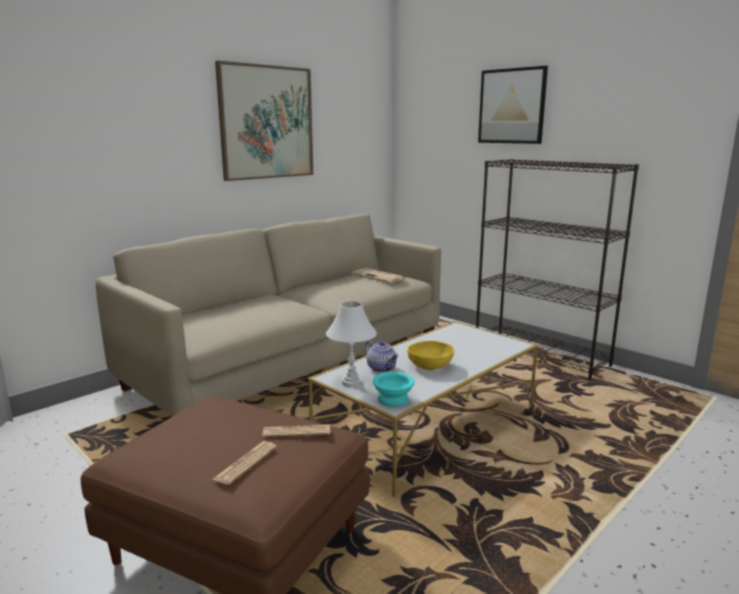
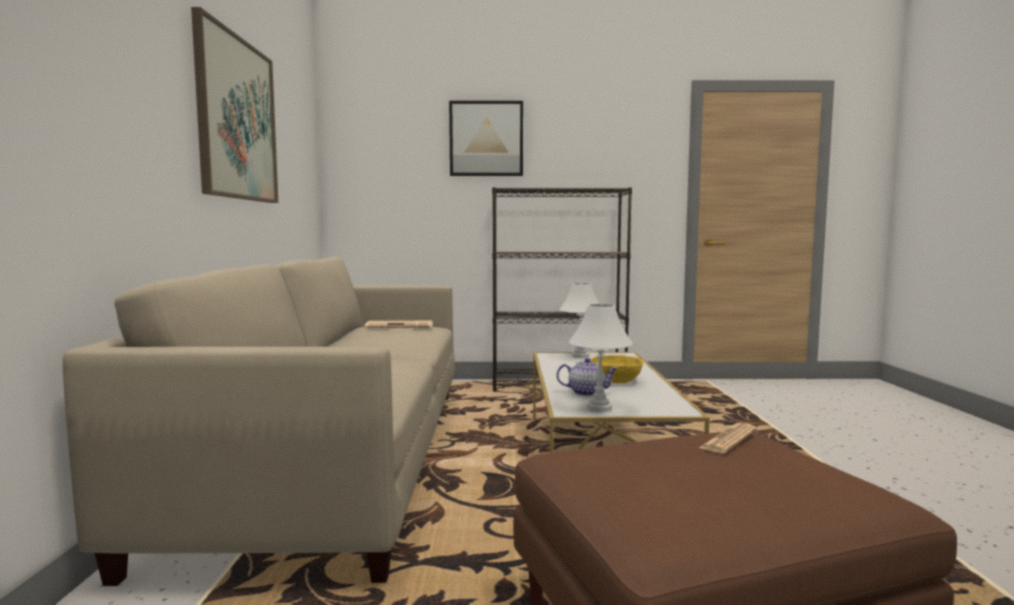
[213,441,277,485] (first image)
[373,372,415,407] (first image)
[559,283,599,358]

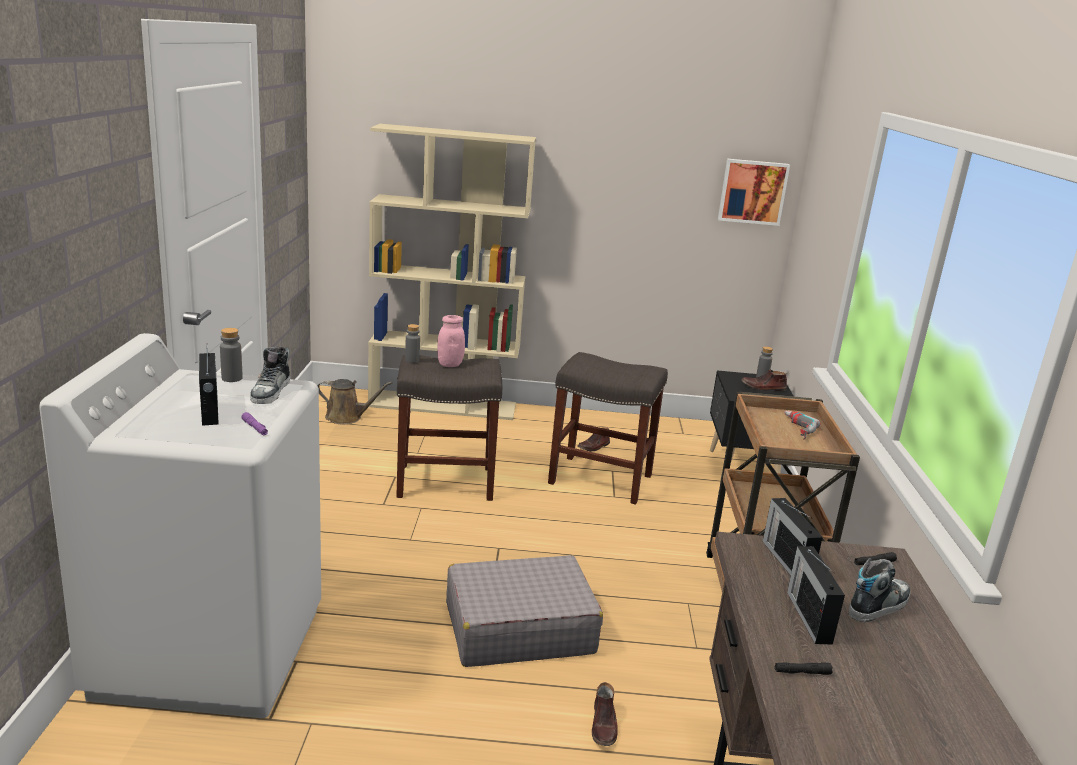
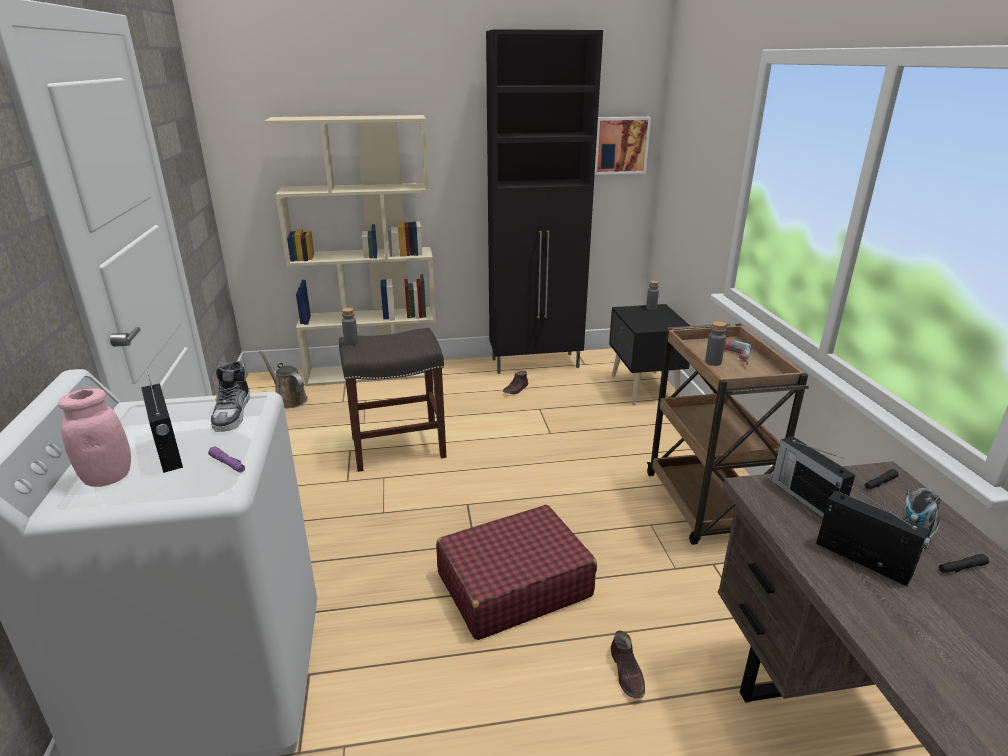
[548,352,668,504] (first image)
[741,369,787,391] (first image)
[486,29,603,374]
[705,321,726,366]
[58,388,131,487]
[938,554,989,573]
[436,505,597,640]
[259,351,307,408]
[816,485,931,586]

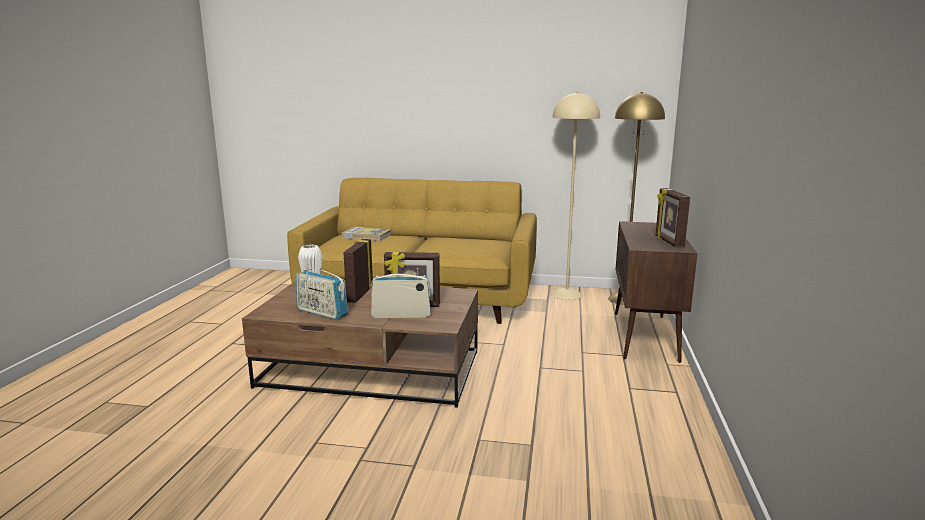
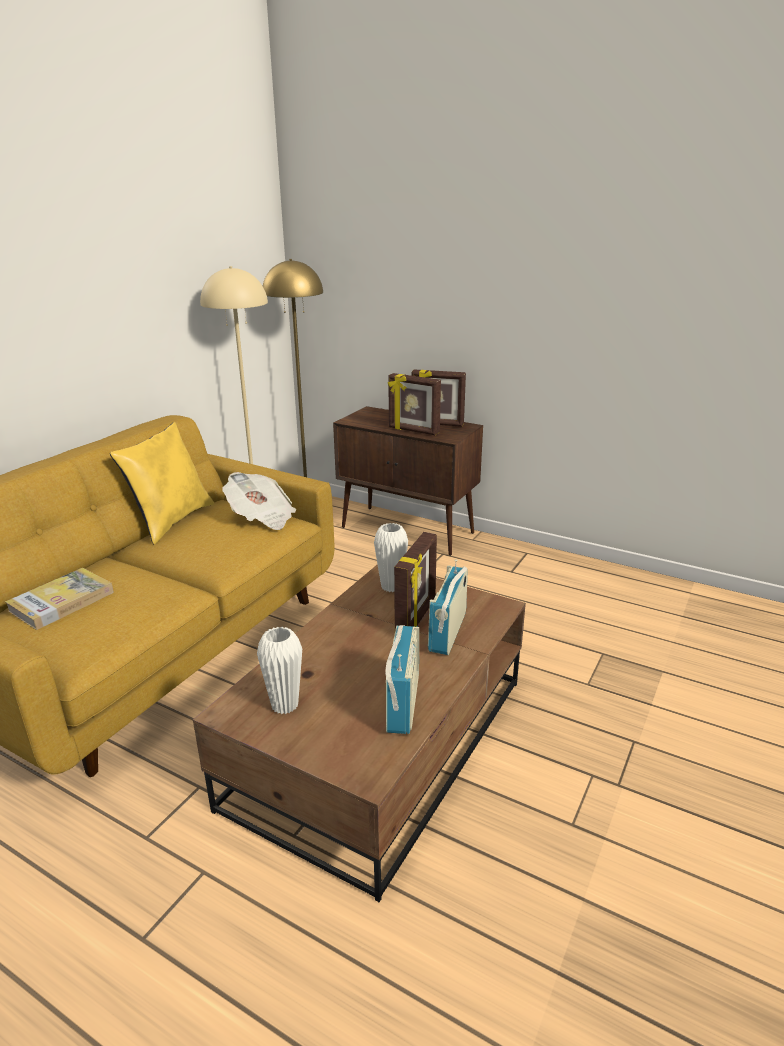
[110,422,214,544]
[222,472,296,530]
[374,523,408,592]
[388,373,441,435]
[385,625,419,734]

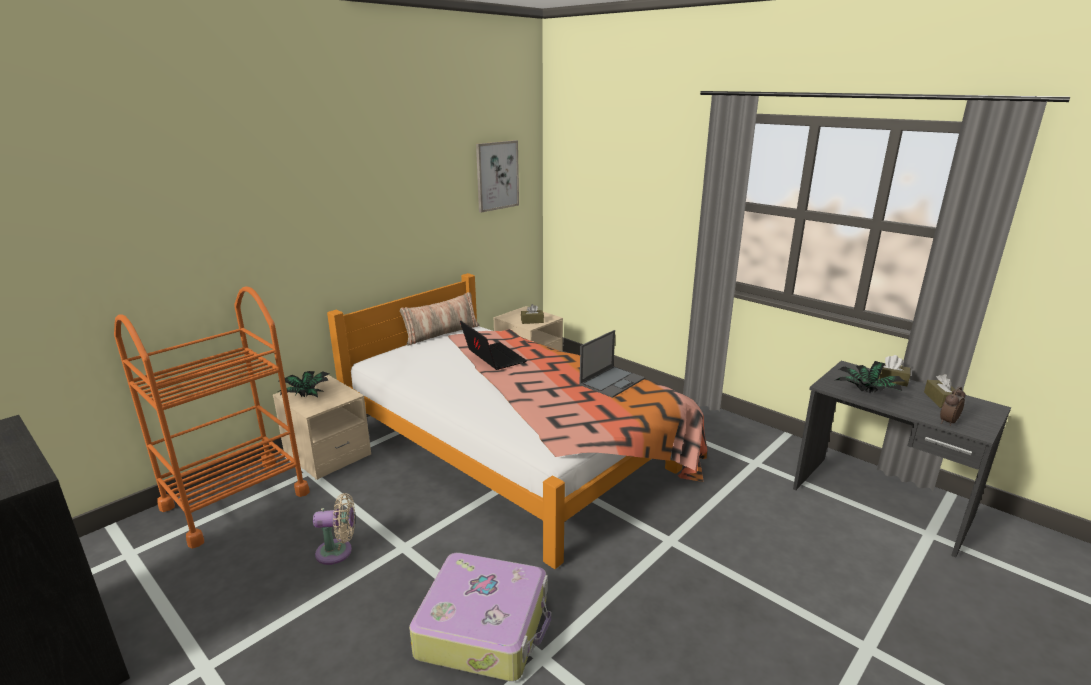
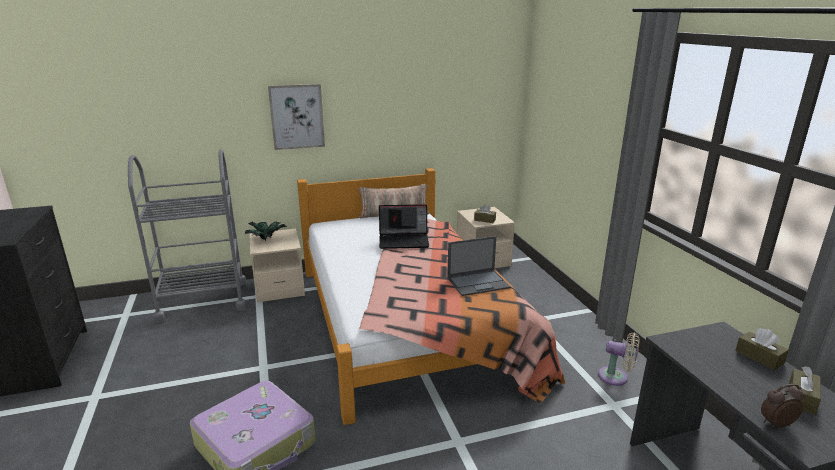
[836,361,904,393] (first image)
[598,333,639,386]
[268,84,325,150]
[128,149,247,323]
[379,204,429,249]

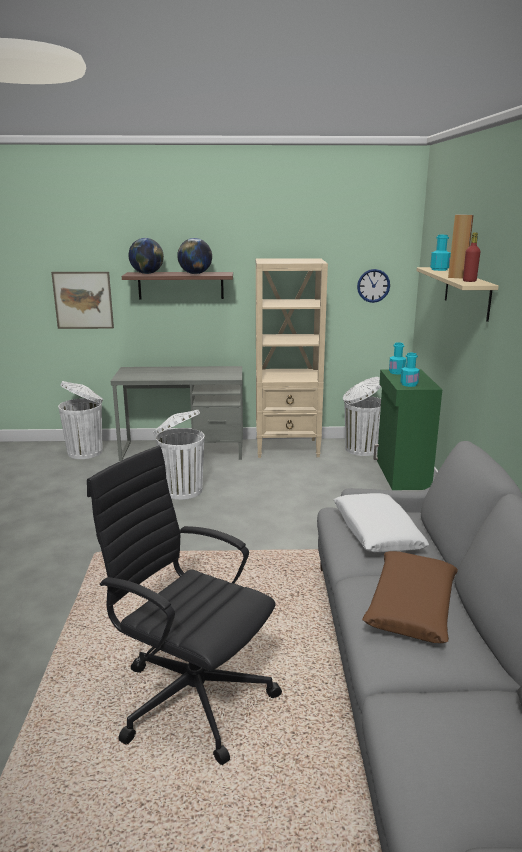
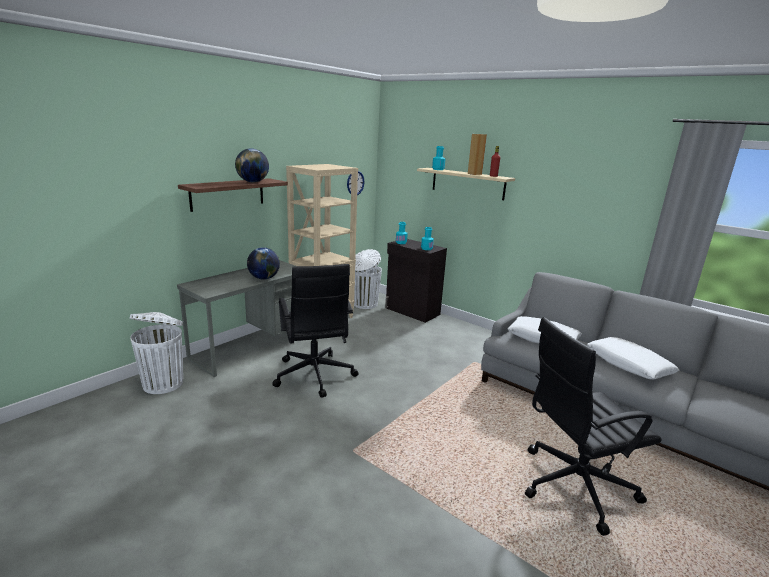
[51,272,114,329] (first image)
[247,247,280,280]
[272,264,359,398]
[587,337,679,380]
[385,239,447,323]

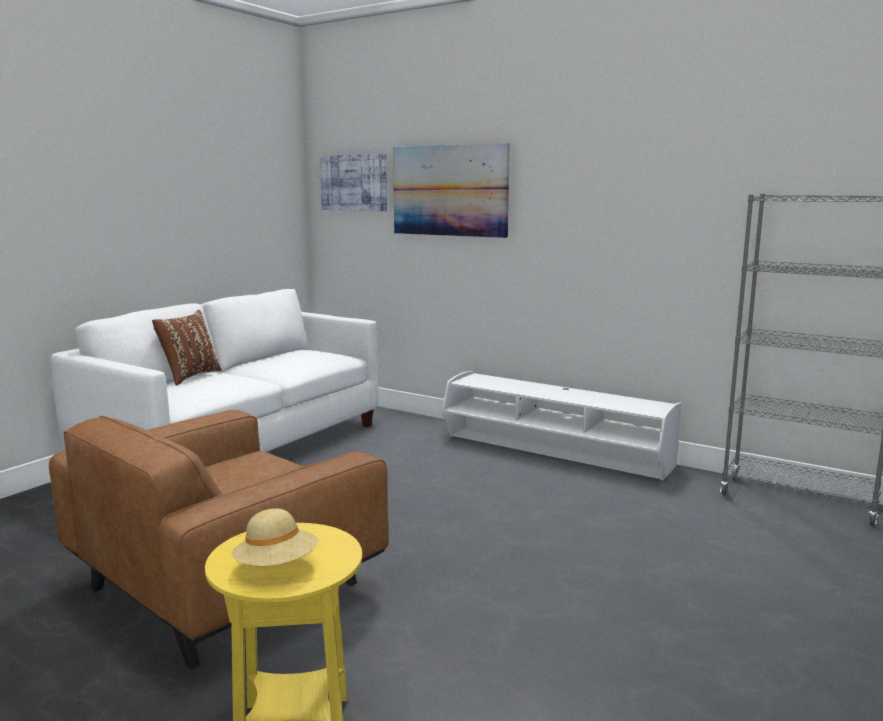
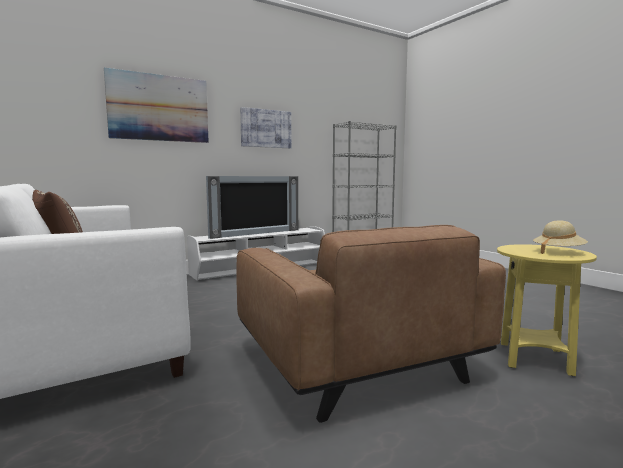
[206,176,298,239]
[240,107,291,148]

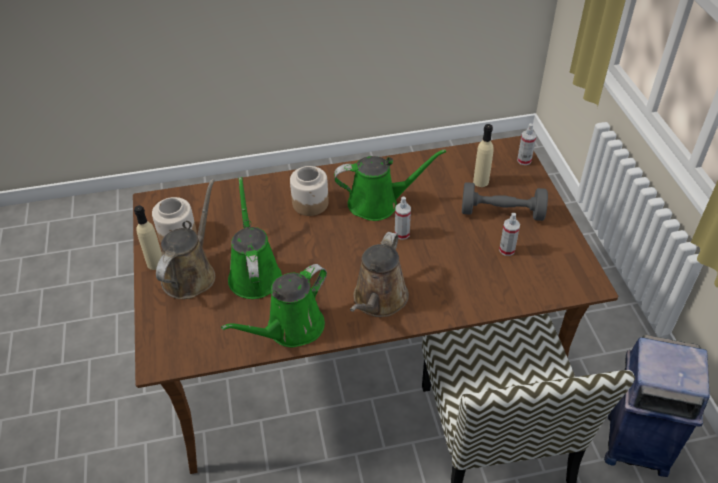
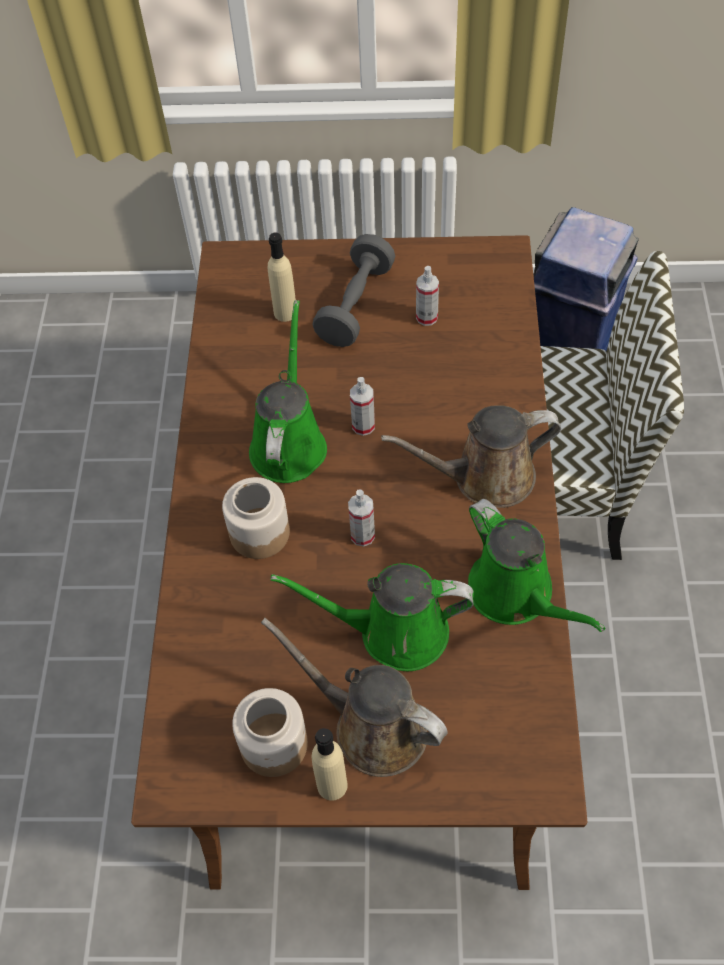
[348,489,375,547]
[381,405,561,508]

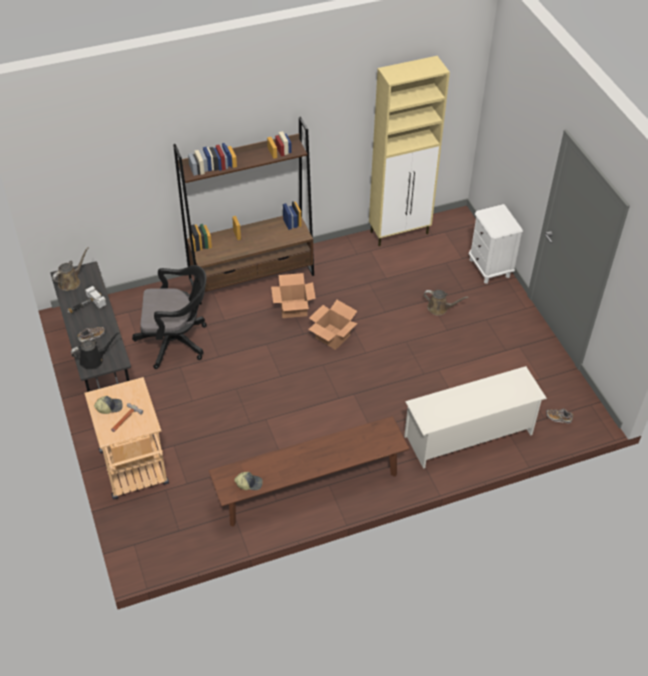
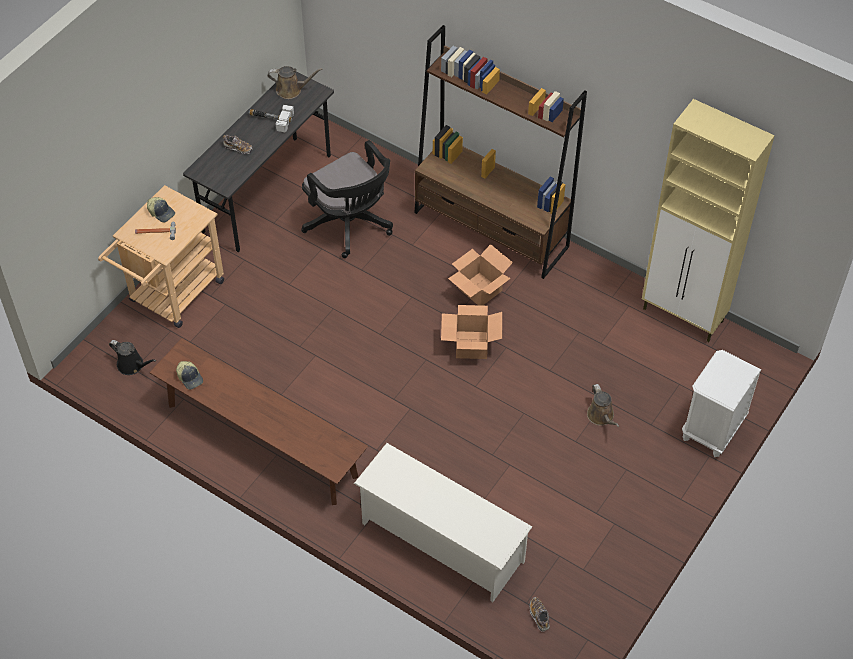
[109,340,157,375]

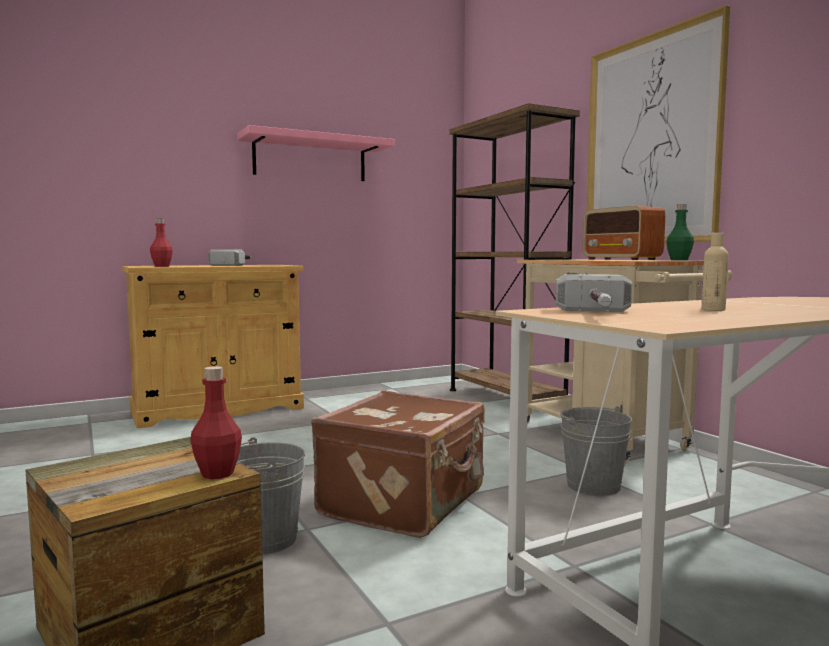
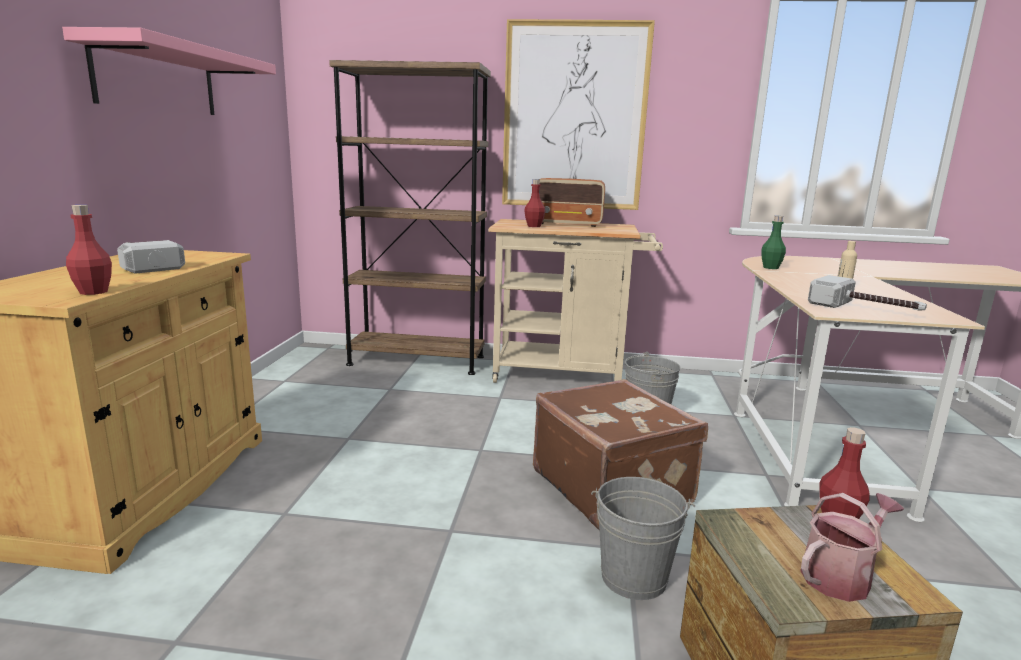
[524,179,545,227]
[800,493,904,602]
[761,216,786,269]

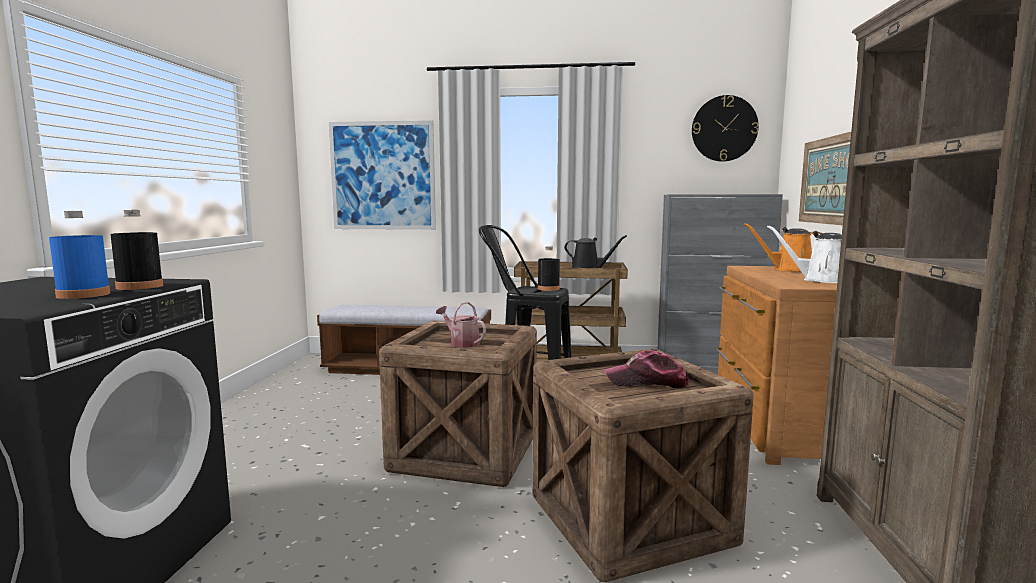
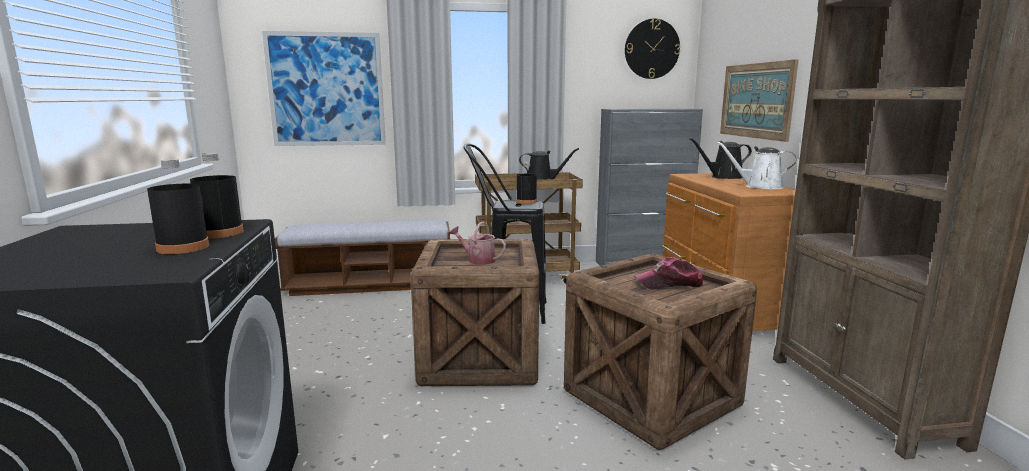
[147,159,209,254]
[689,138,752,179]

